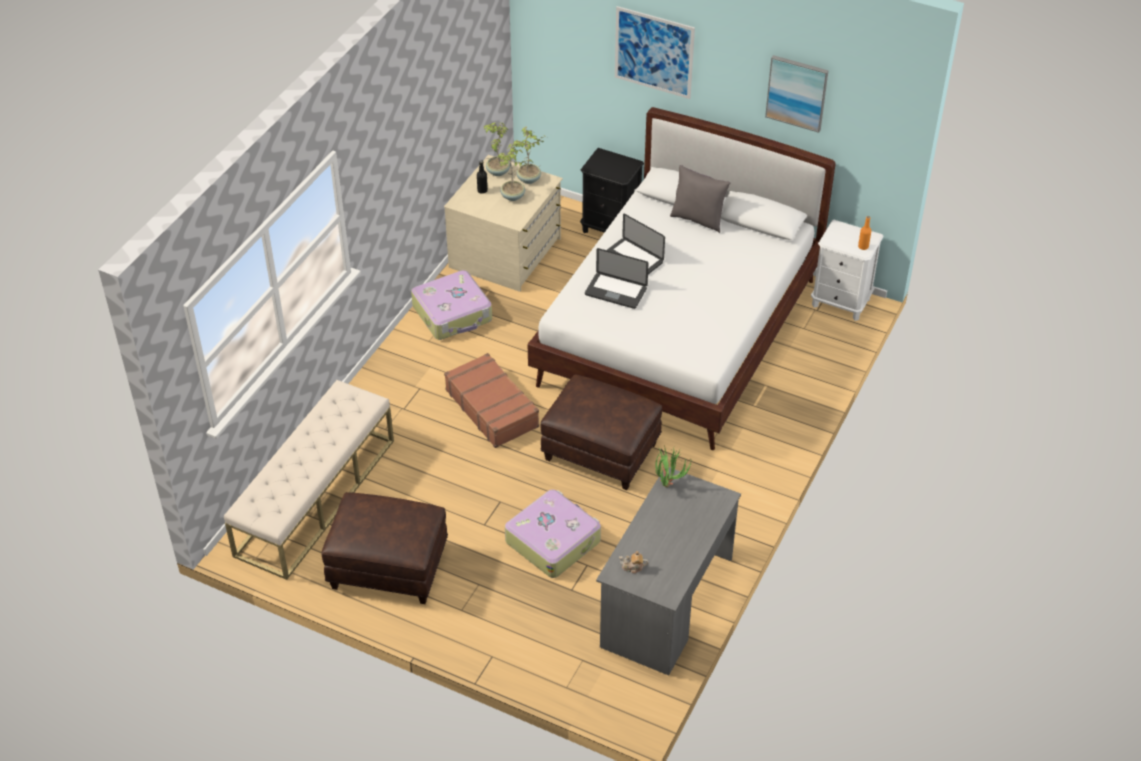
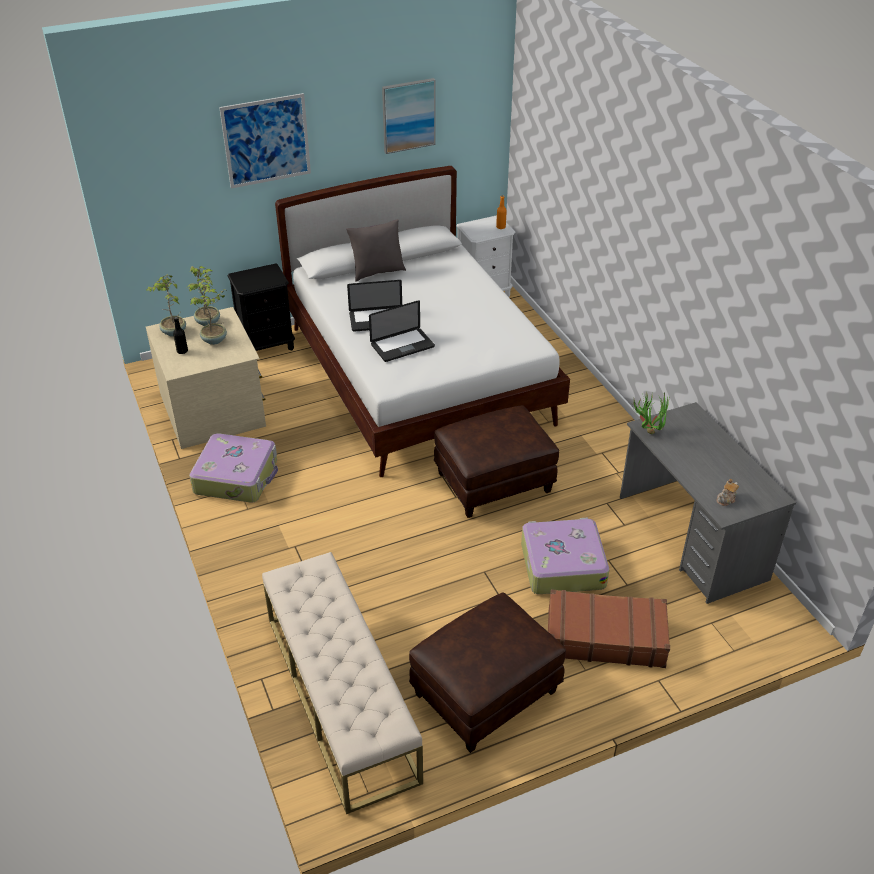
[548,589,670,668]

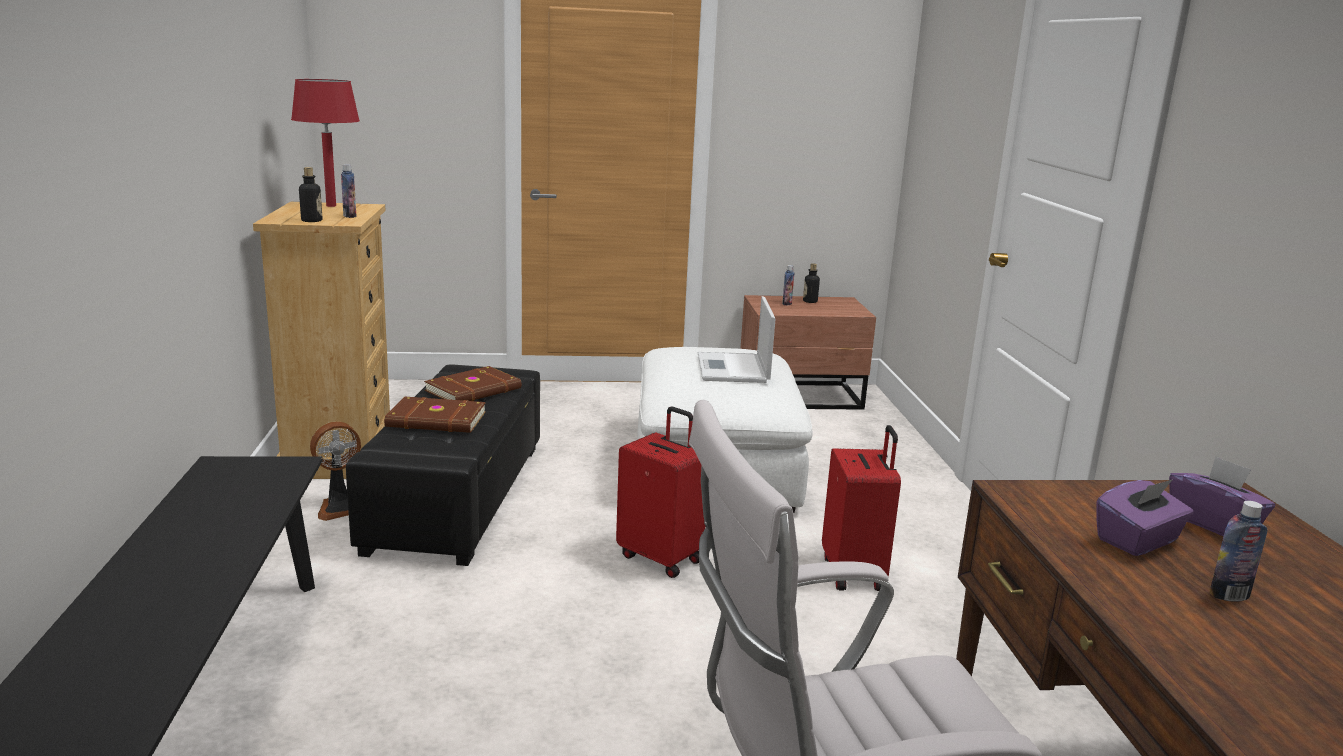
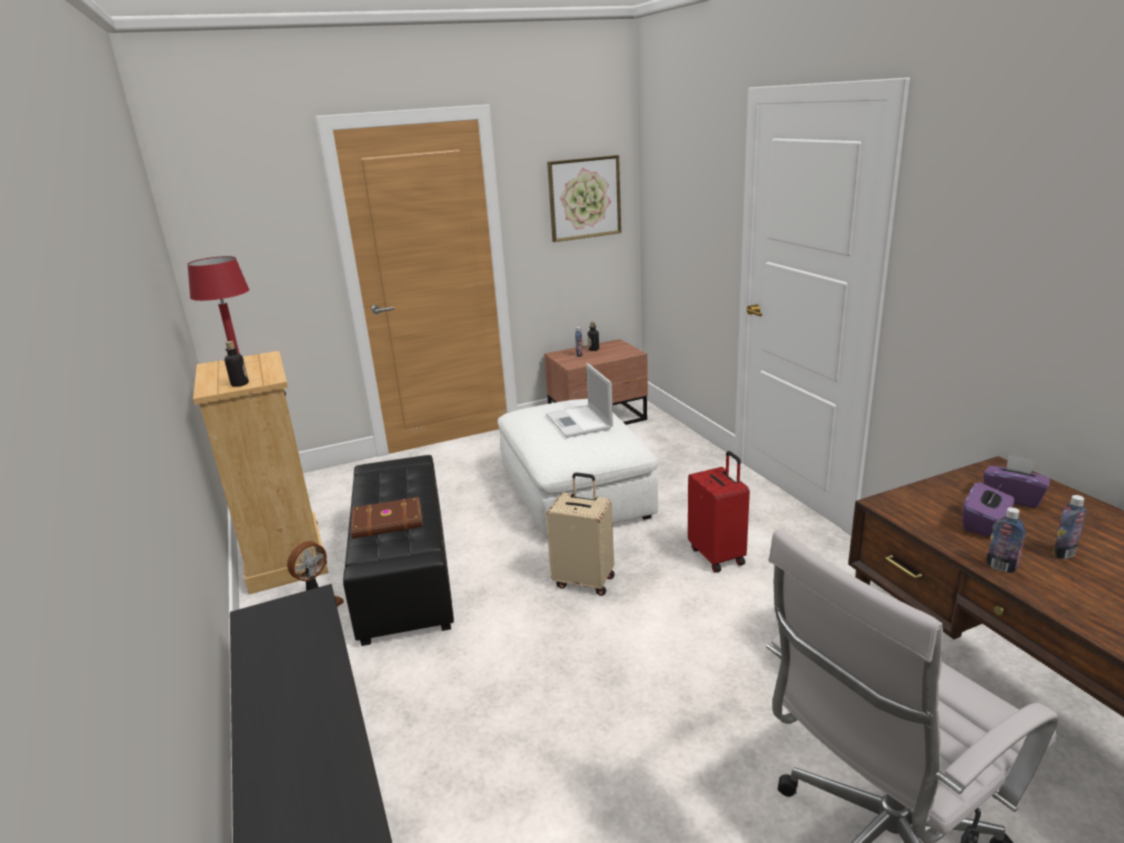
[424,366,521,401] (first image)
[547,155,621,242]
[987,507,1026,573]
[546,472,615,596]

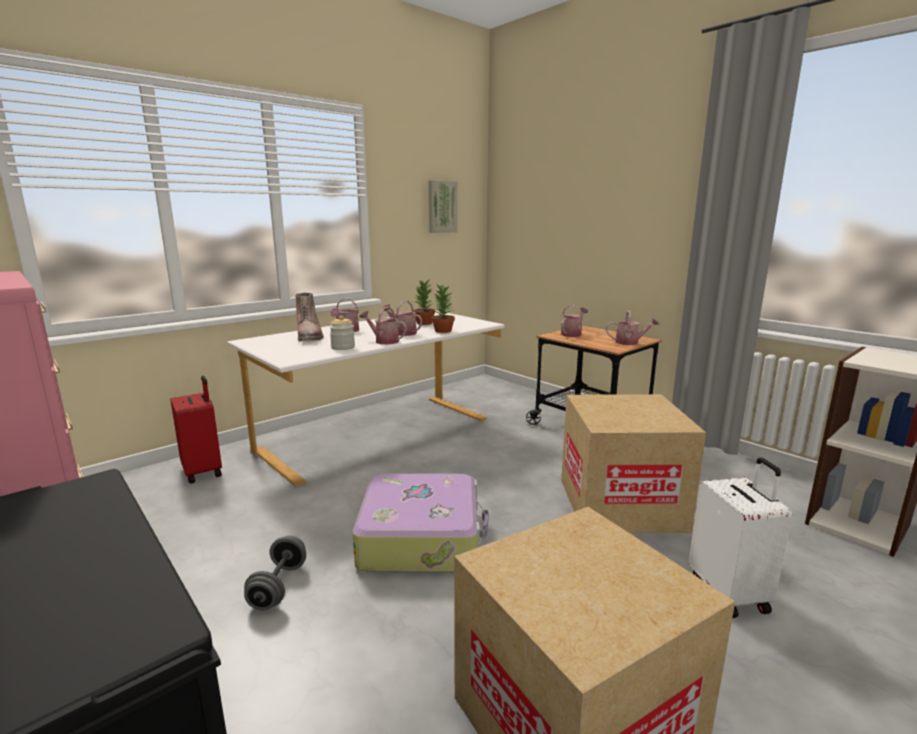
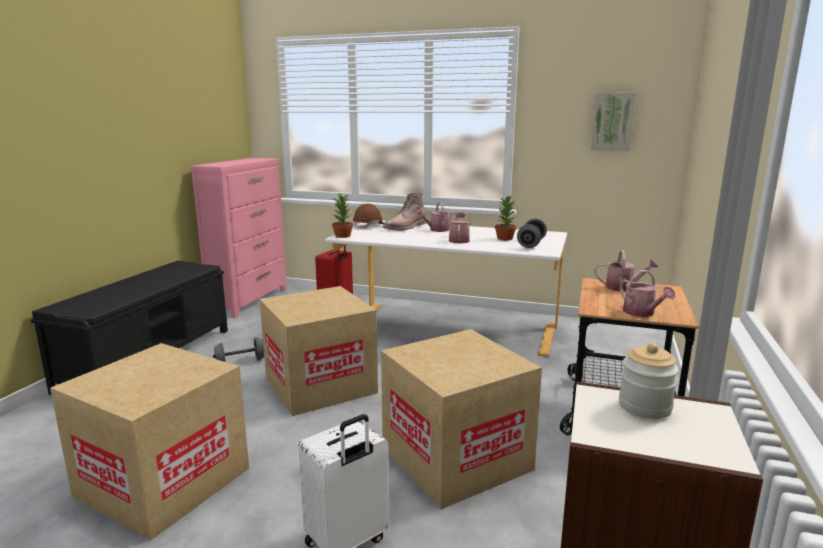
[360,306,407,344] (first image)
[353,203,384,230]
[517,218,547,248]
[619,343,679,419]
[332,192,353,238]
[260,286,378,416]

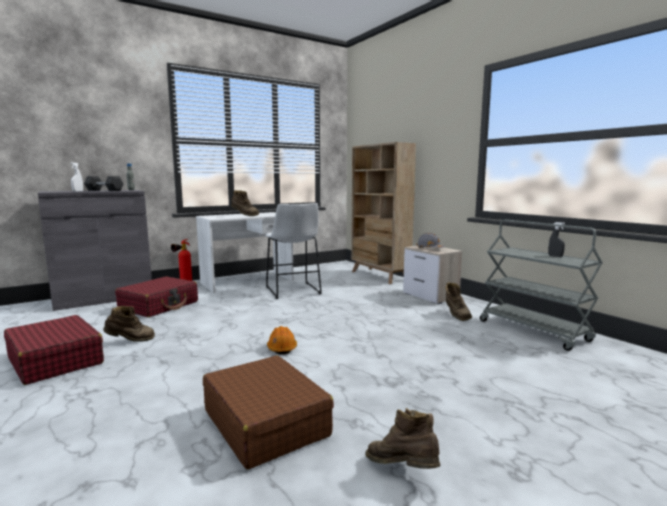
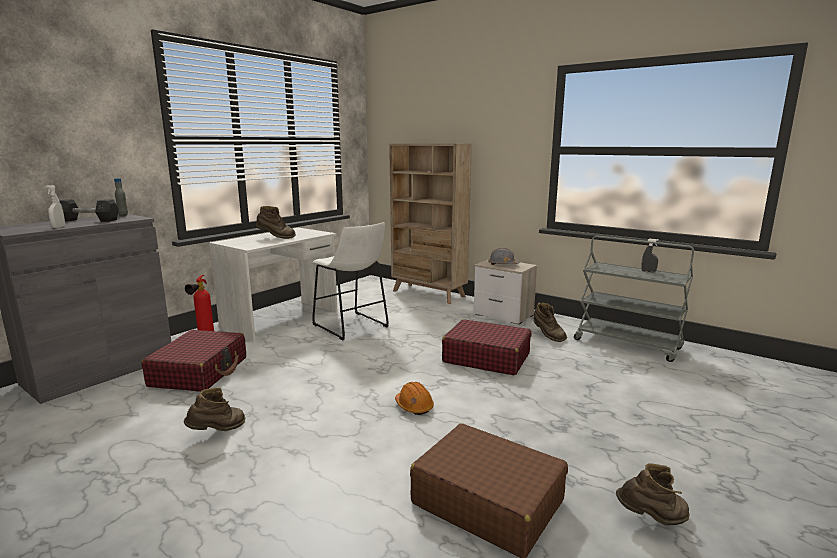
[442,319,531,375]
[616,463,690,525]

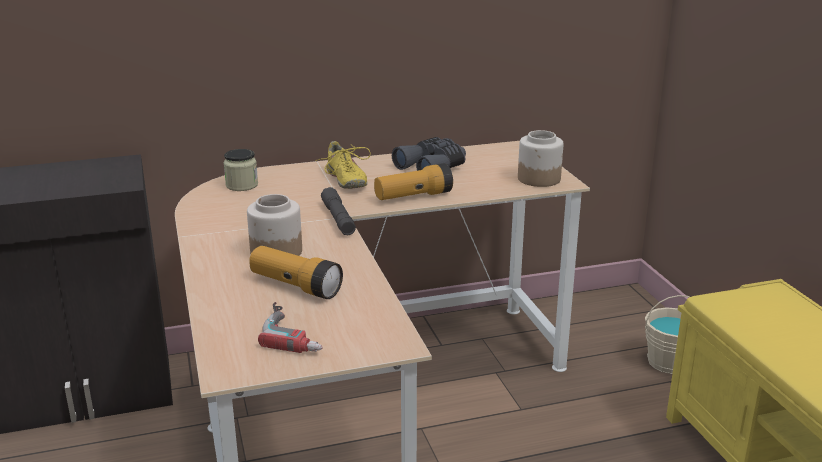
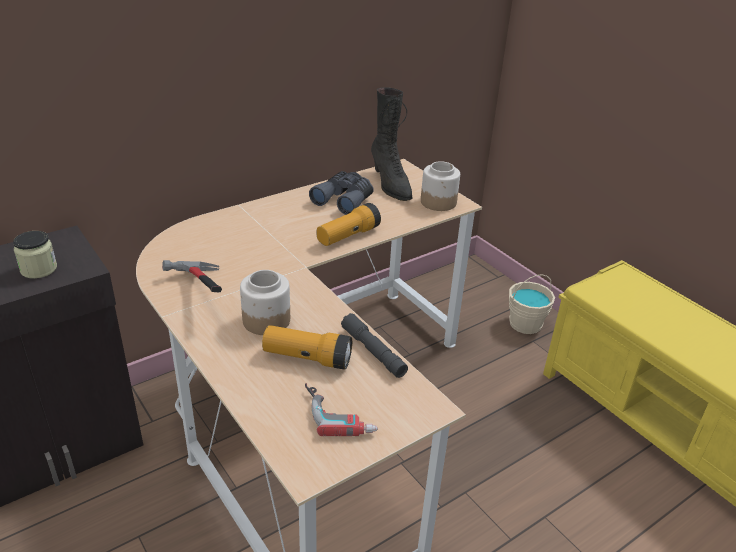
[315,141,371,189] (first image)
[162,260,222,292]
[371,87,413,201]
[13,231,57,279]
[341,313,408,378]

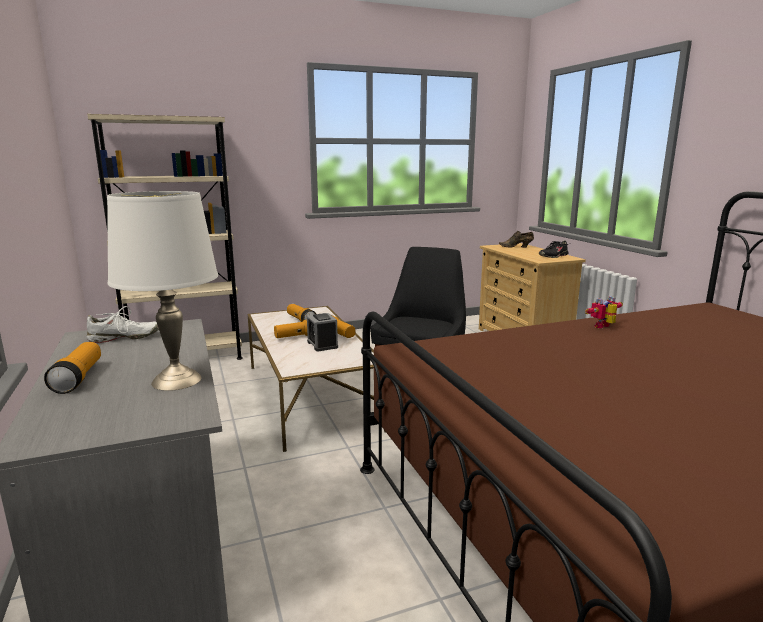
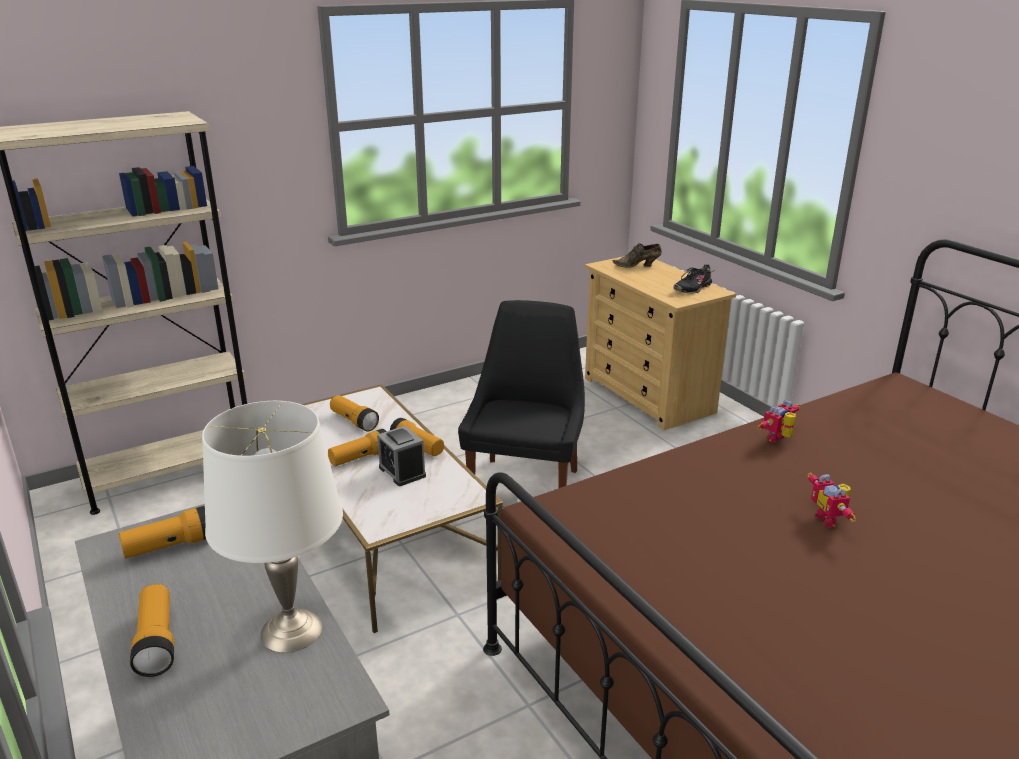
[807,473,856,527]
[119,506,206,558]

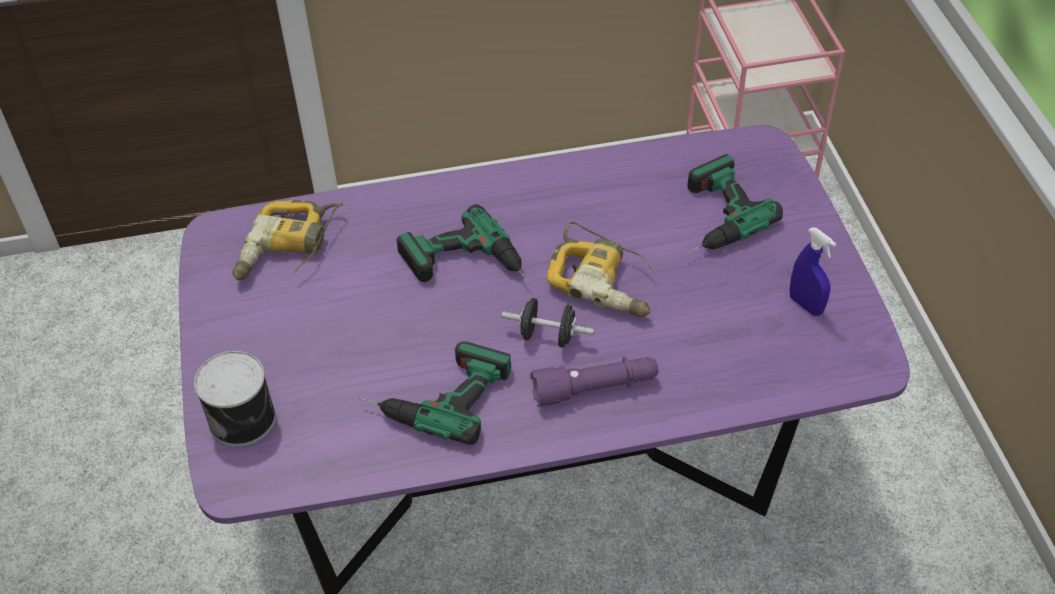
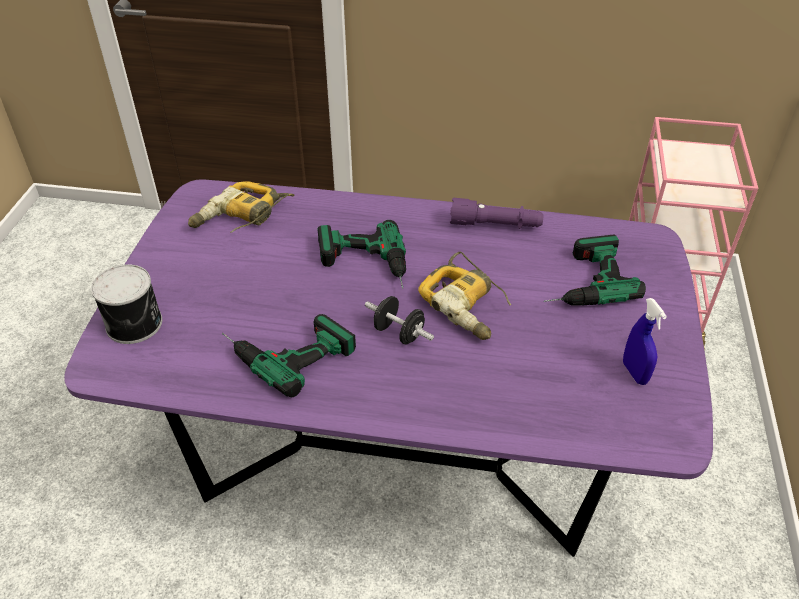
[450,198,544,229]

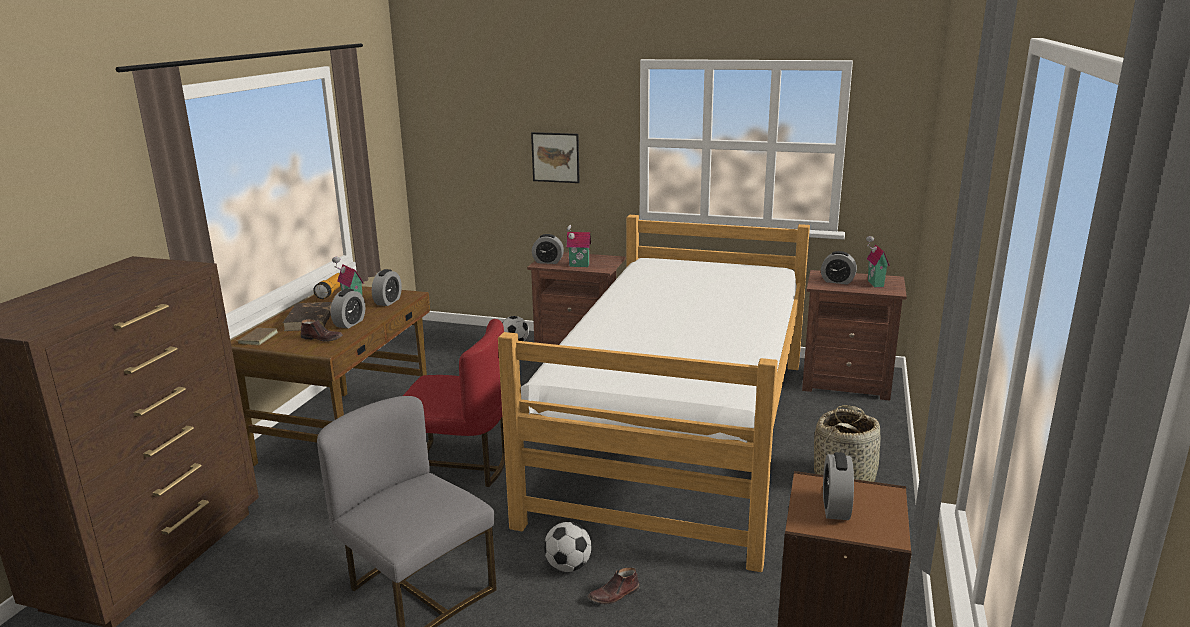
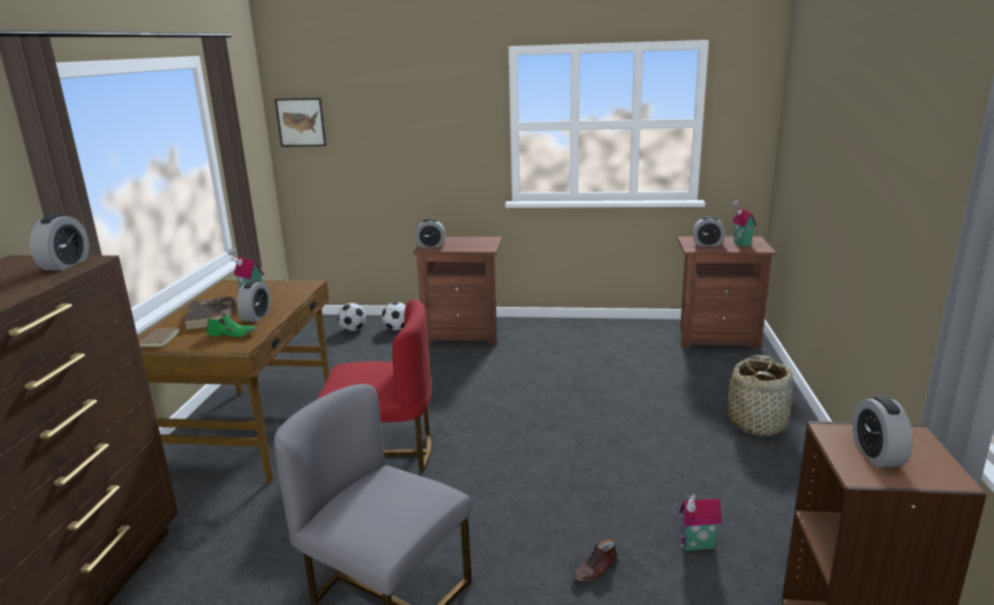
[313,273,341,299] (first image)
[498,215,810,572] (first image)
[30,214,89,271]
[275,98,326,147]
[338,303,366,331]
[679,493,722,551]
[207,314,256,337]

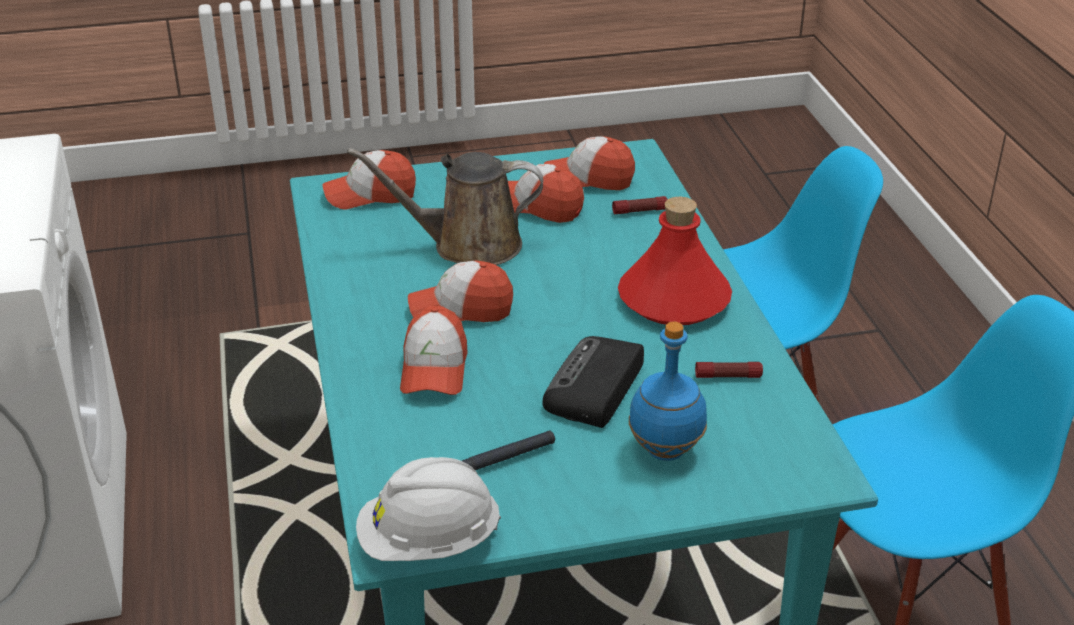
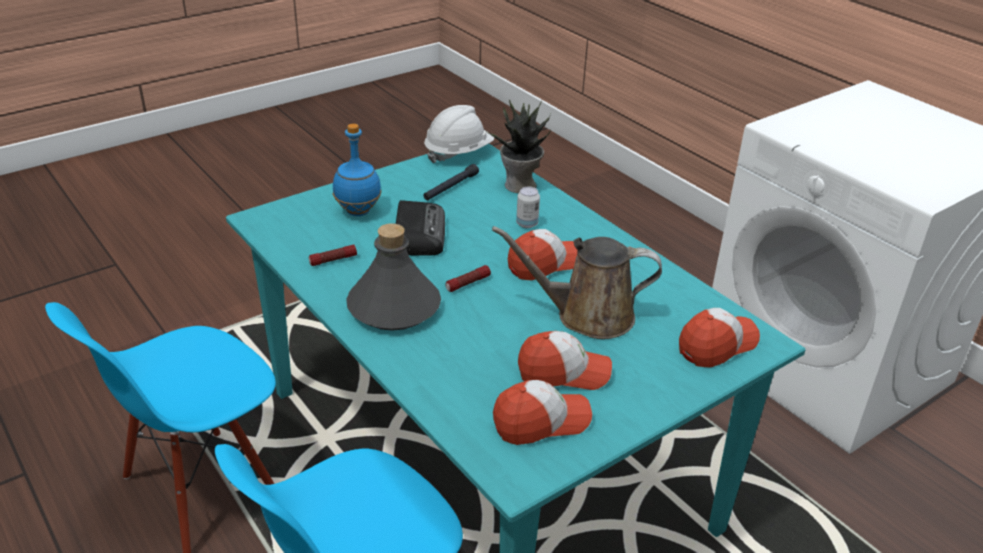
[486,99,551,193]
[445,265,491,292]
[516,187,540,228]
[346,223,441,331]
[492,226,662,339]

